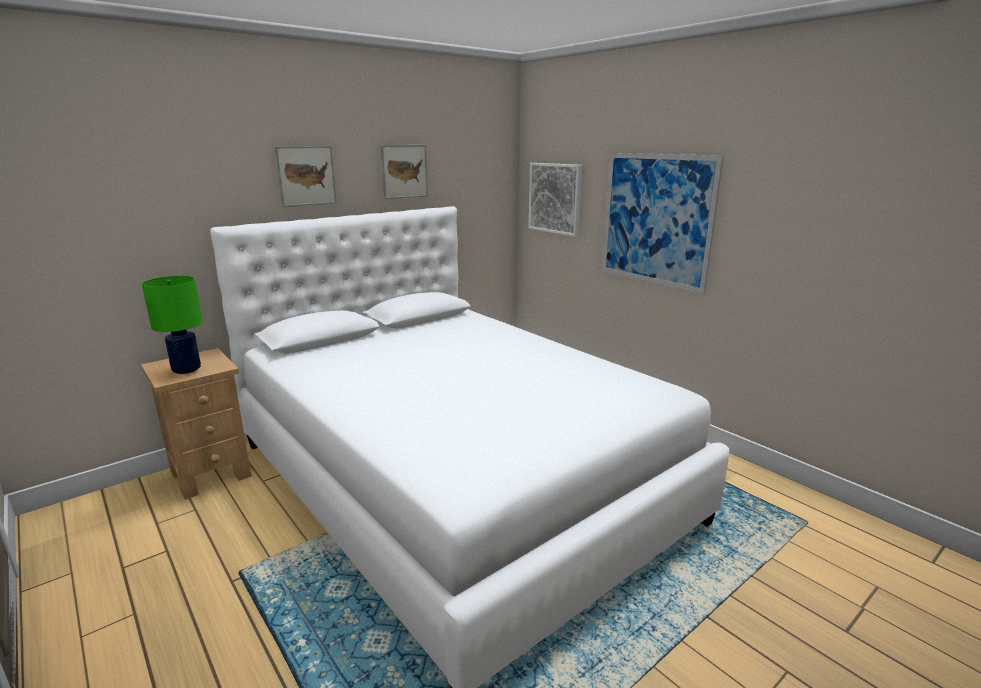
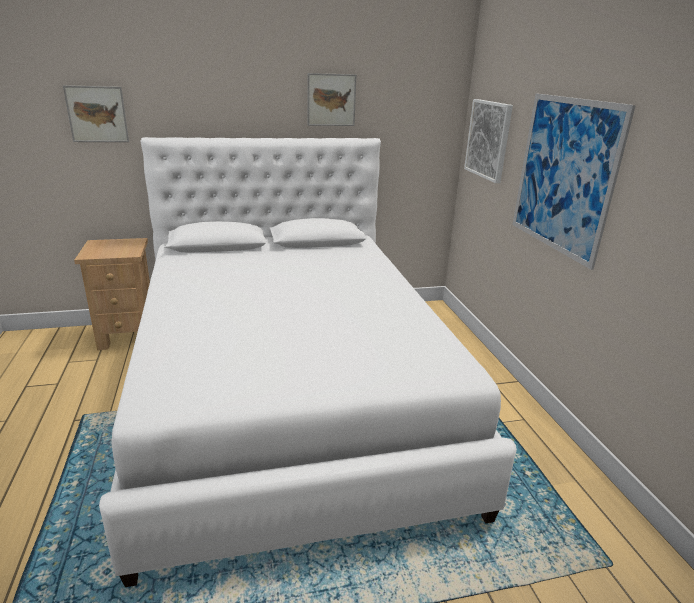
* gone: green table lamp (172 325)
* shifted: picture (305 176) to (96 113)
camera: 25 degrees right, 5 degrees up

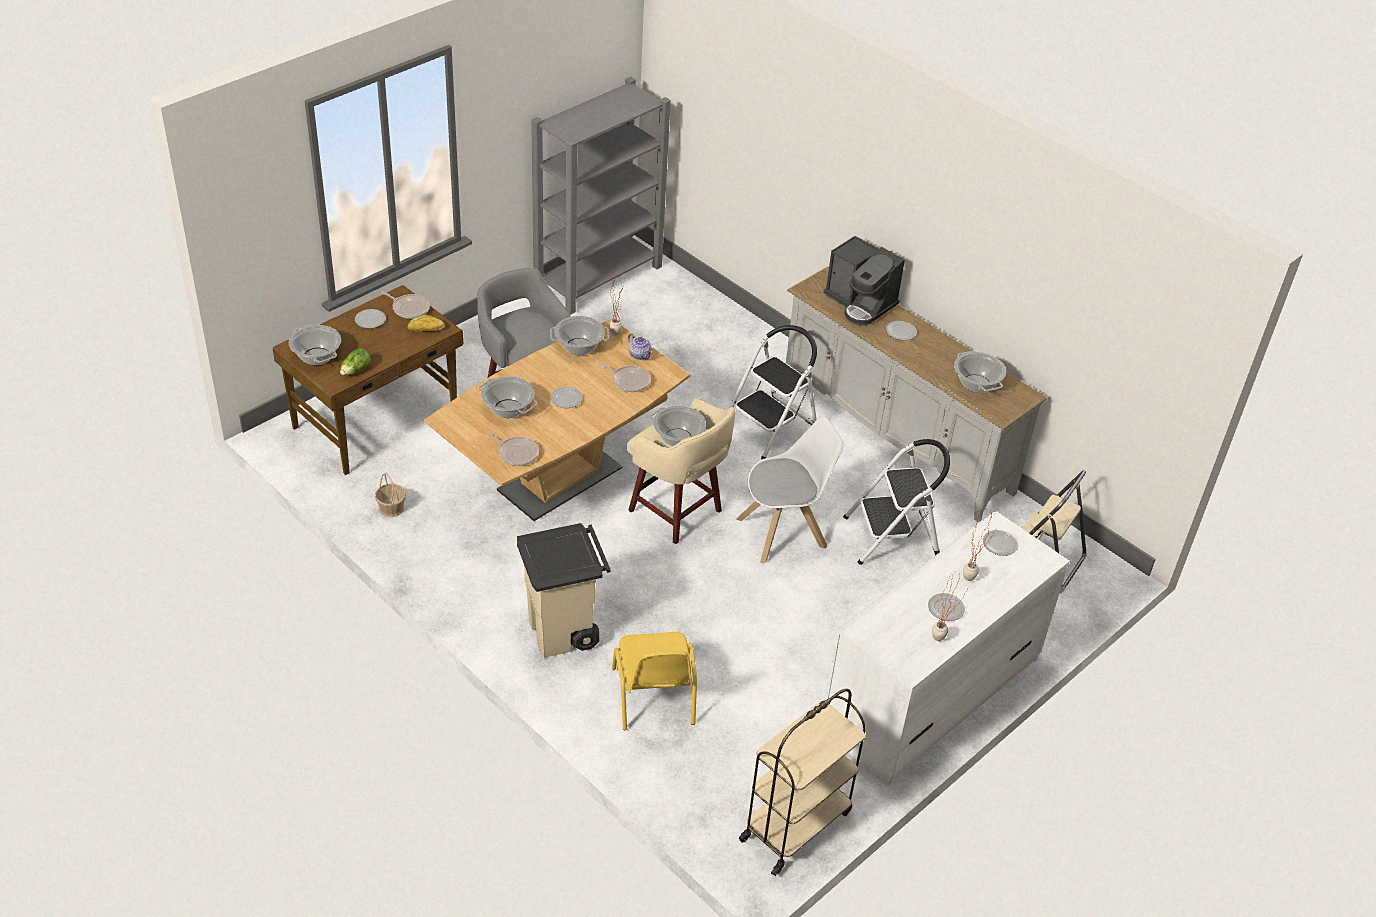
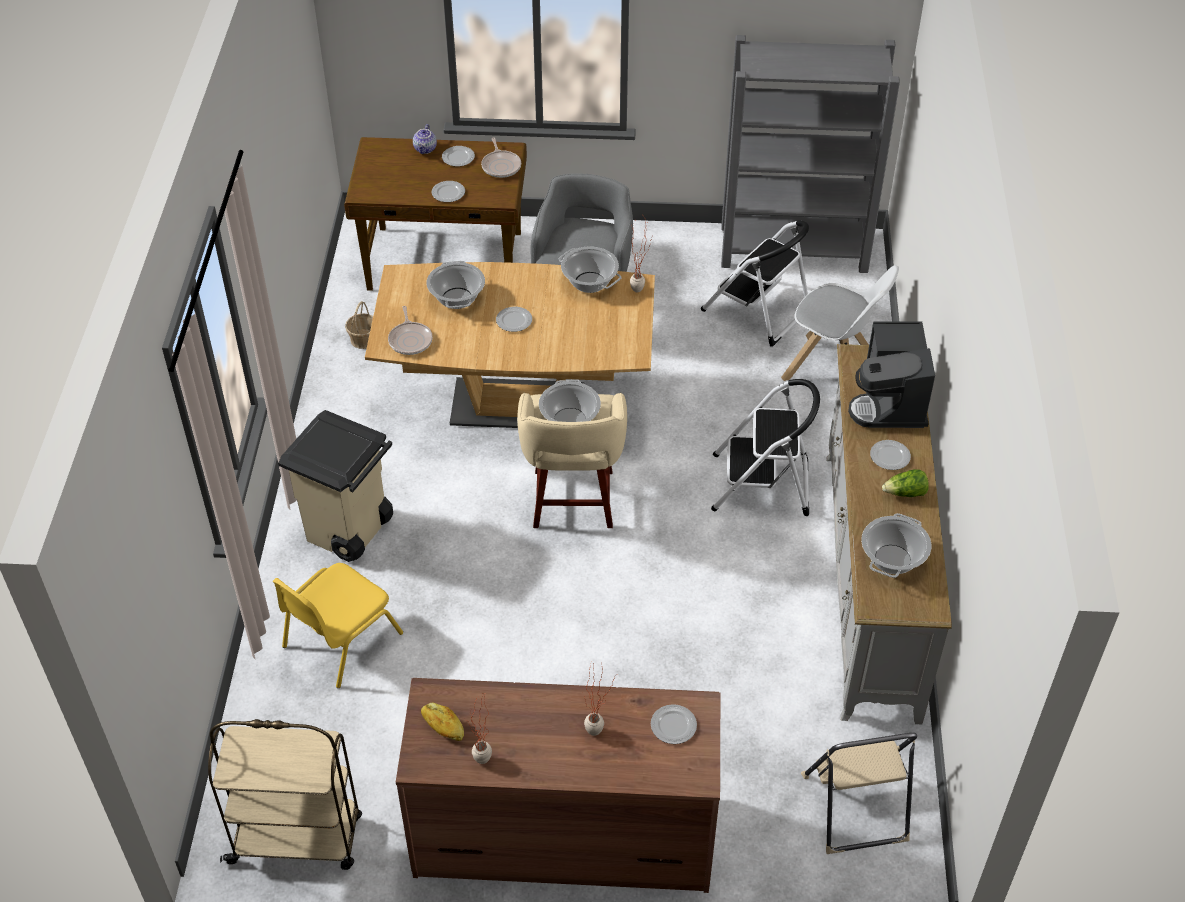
* gone: cooking pot (315 344)
* gone: frying pan (624 377)
* shifted: lettuce (355 361) to (905 483)
* shifted: bread (426 322) to (442 722)
* shifted: teapot (640 346) to (425 139)
* shifted: chair (790 490) to (840 323)
* shifted: step ladder (896 502) to (755 283)
* shifted: plate (946 607) to (448 191)
* repainted: white dresser (947 648) to brown dresser (558 785)
camera: 50 degrees right, 5 degrees up

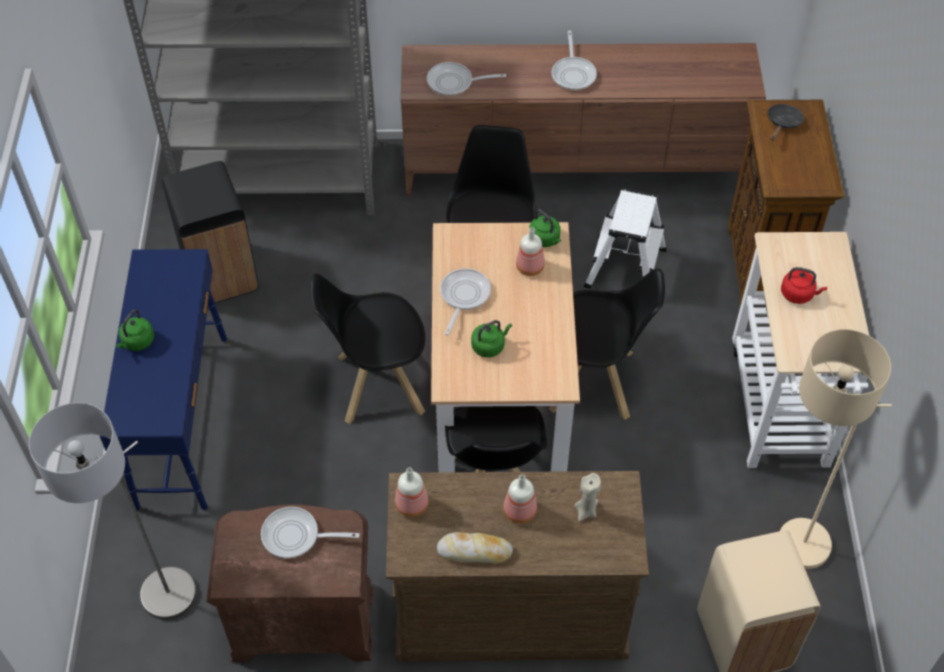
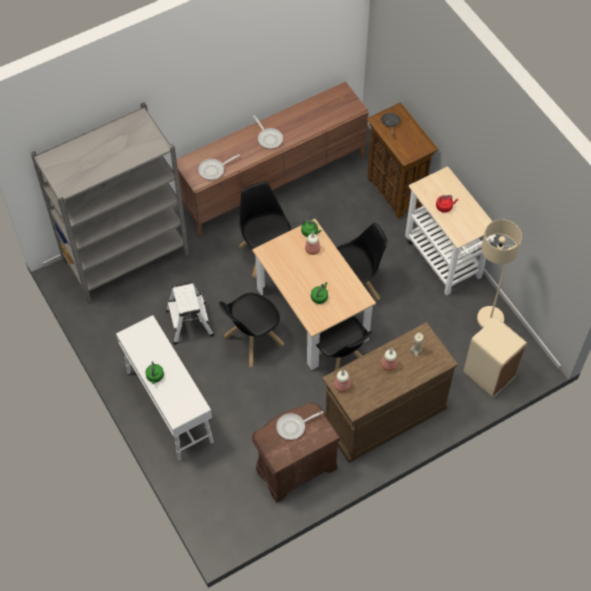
* gone: grey floor lamp (112 511)
* gone: black trash can (210 232)
* gone: bread (475 547)
* gone: frying pan (465 302)
* shifted: white step ladder (625 238) to (190 313)
* repainted: blue console table (163 379) to white console table (165 388)
camera: 30 degrees left, 5 degrees up

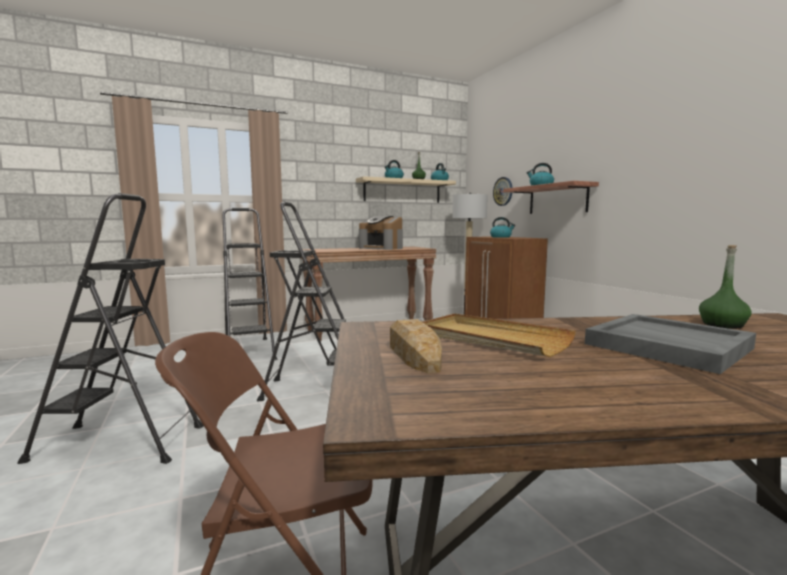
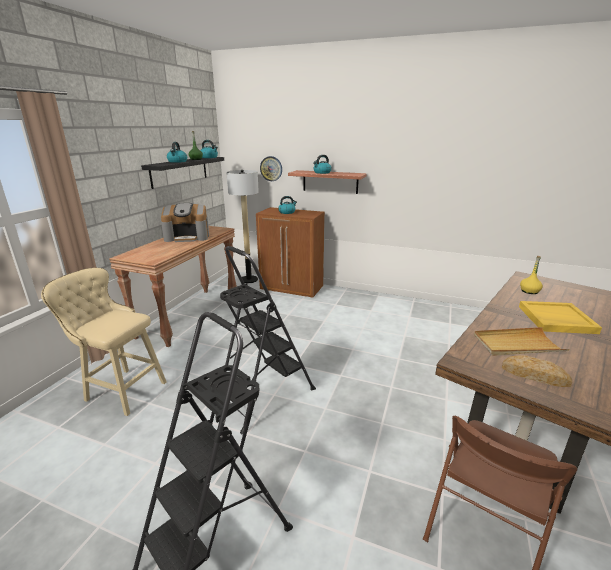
* swapped: step ladder (249 284) to beige stool (103 342)
* repainted: beige shelf (406 189) to black shelf (182 173)
* repainted: grey tray (670 344) to yellow tray (560 317)
* repainted: green bottle (725 287) to yellow bottle (531 275)
camera: 45 degrees left, 15 degrees up

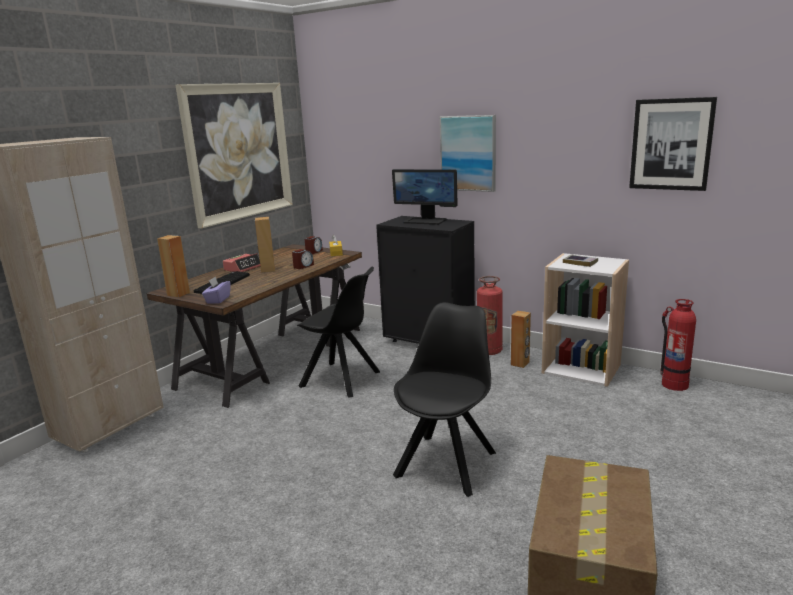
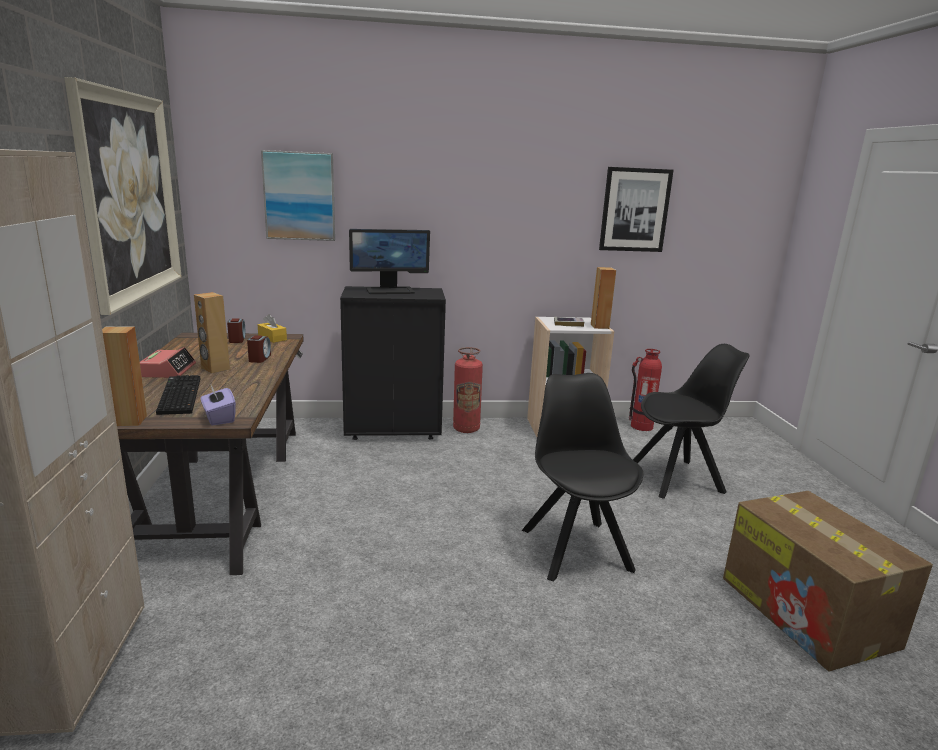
* shifted: black chair (338 332) to (691 421)
* shifted: picture (468 153) to (298 195)
* shifted: brown speaker (521 339) to (603 298)
camera: 40 degrees left, 0 degrees up

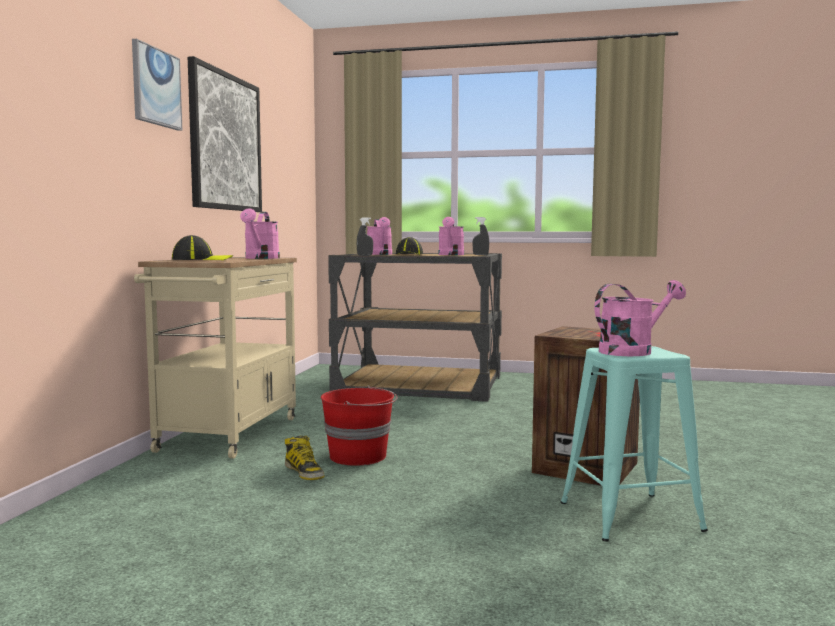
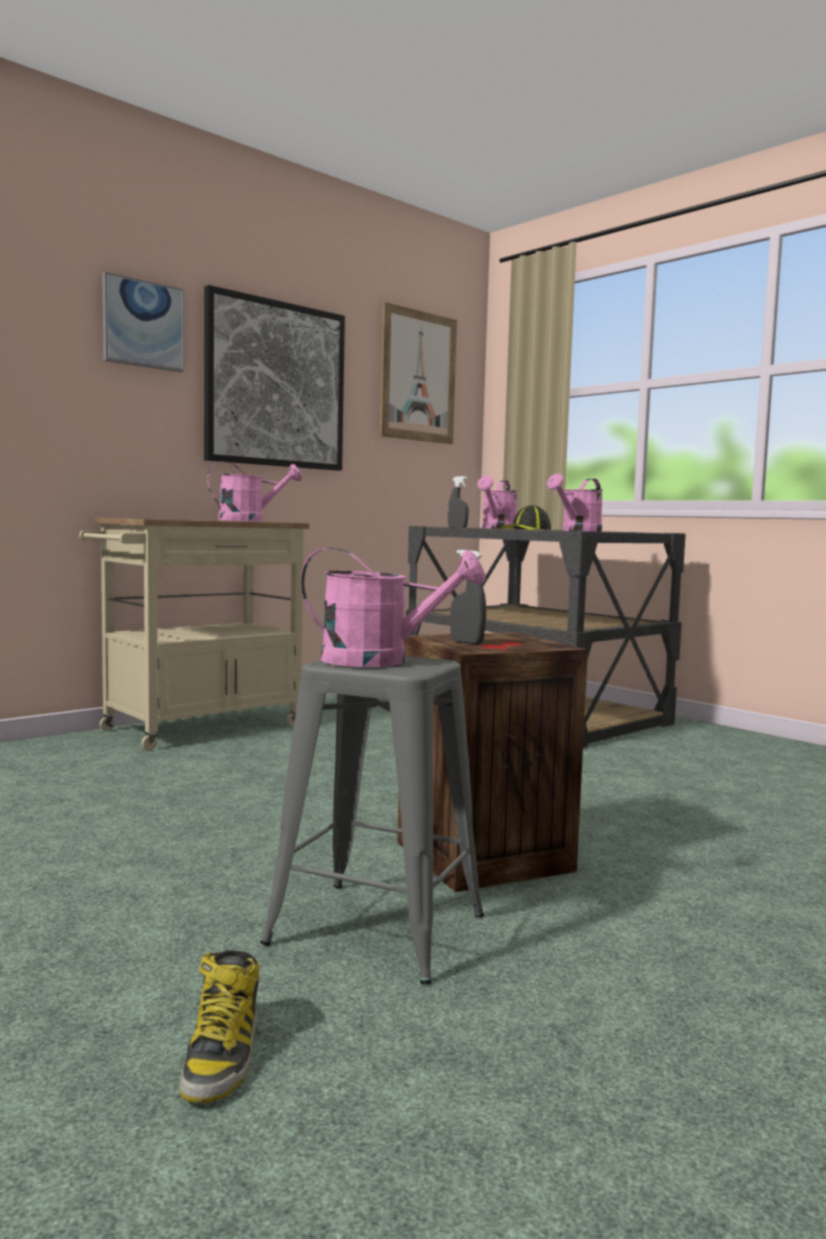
* gone: cap (203 247)
* gone: red bucket (359 426)
* new: picture (418 373)
* shifted: boot (305 457) to (219 1026)
* shifted: grey spray bottle (481 236) to (468 597)
* repainted: turquoise stool (634 443) to grey stool (372 820)
* rotated: pink watering can (260 233) = (254 491) 150 degrees counterclockwise
camera: 35 degrees right, 0 degrees up

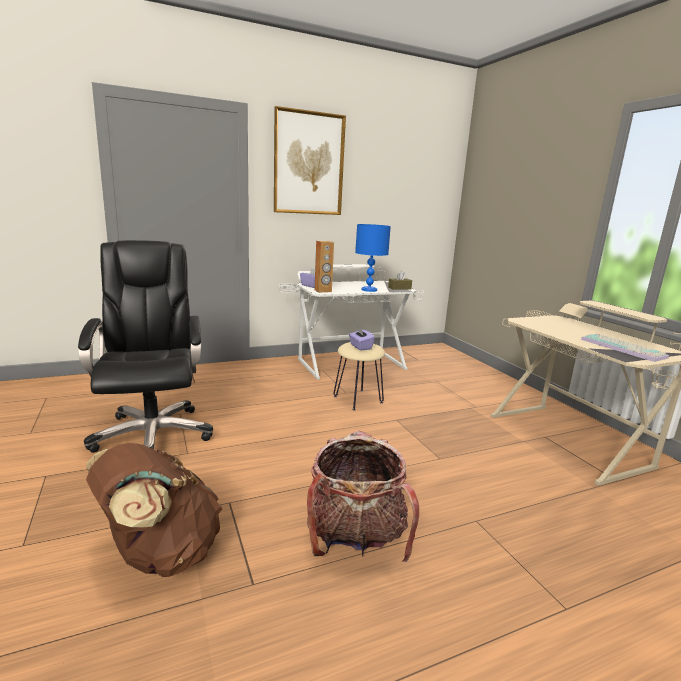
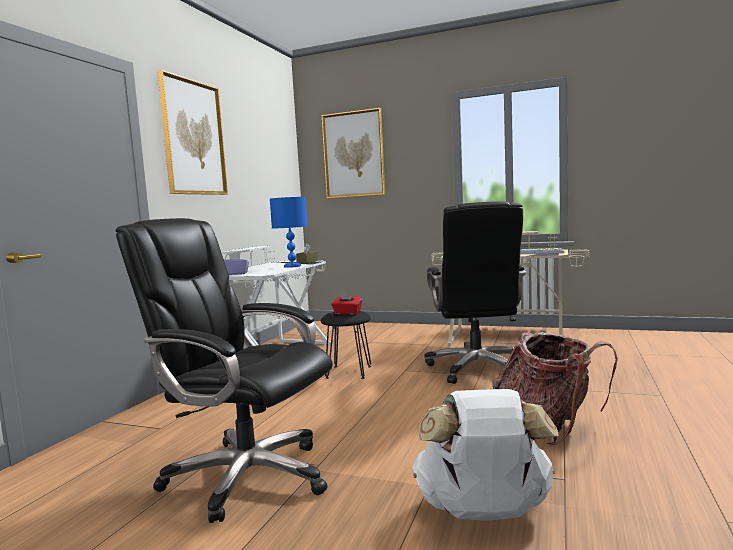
* gone: brown speaker (324 267)
* new: picture (353 153)
* new: black office chair (475 292)
* repainted: brown backpack (154 510) to white backpack (485 455)
* repainted: beige stool (359 376) to black stool (346 345)
* repainted: purple tissue box (362 338) to red tissue box (346 304)
camera: 45 degrees left, 10 degrees down

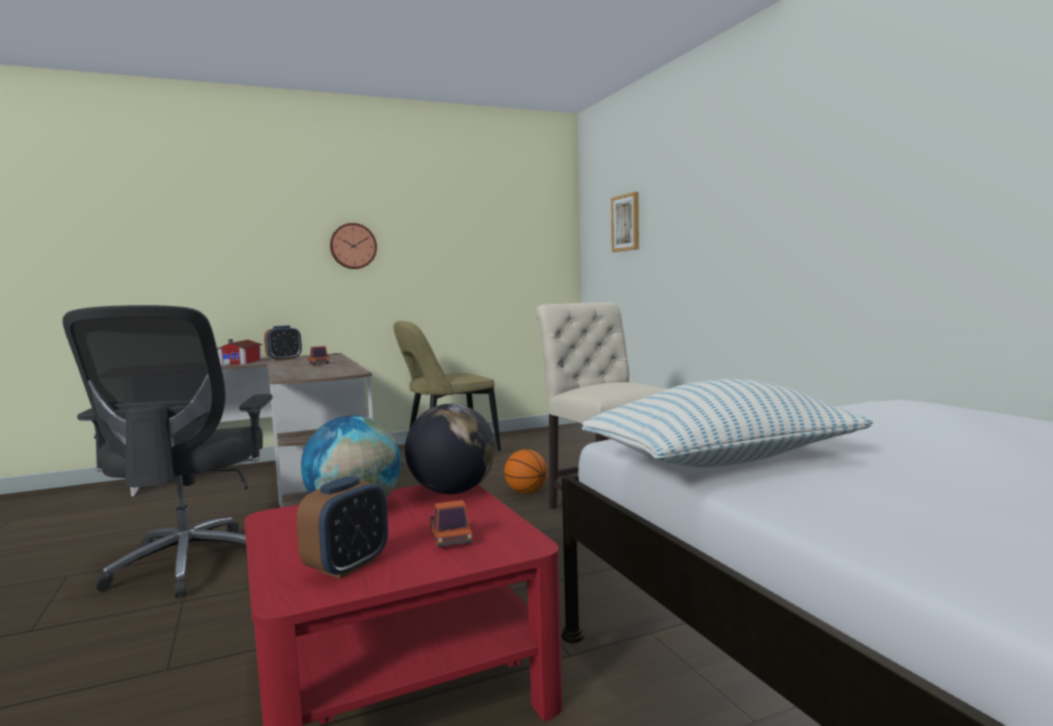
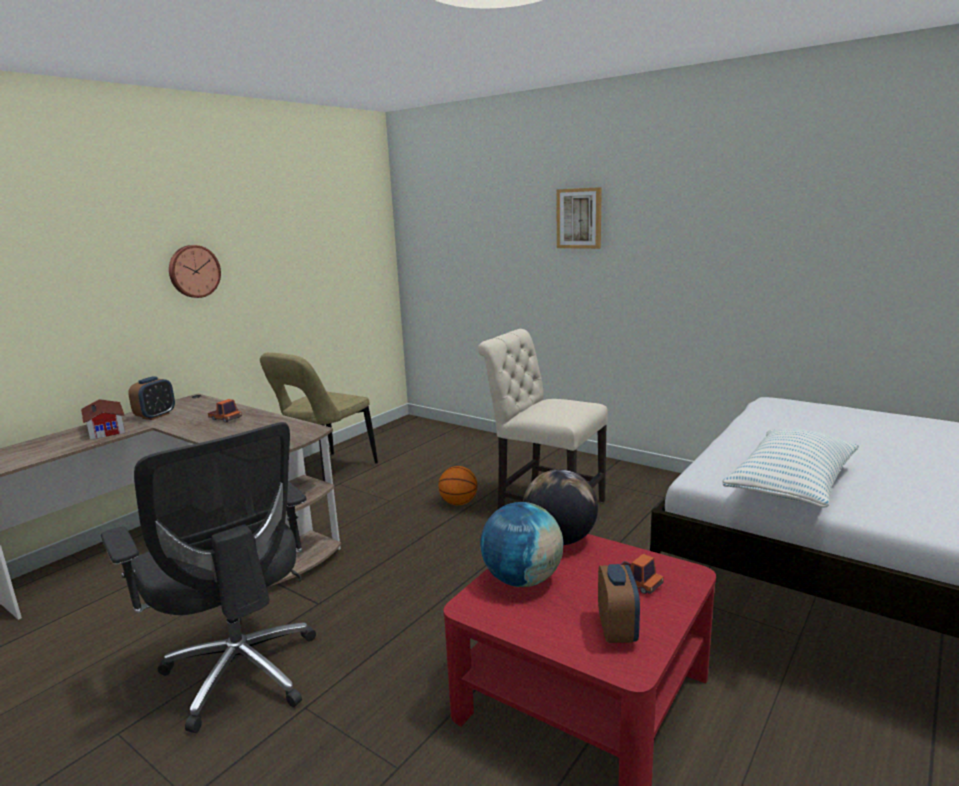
* shifted: picture (625 222) to (579 218)
camera: 30 degrees left, 10 degrees up

